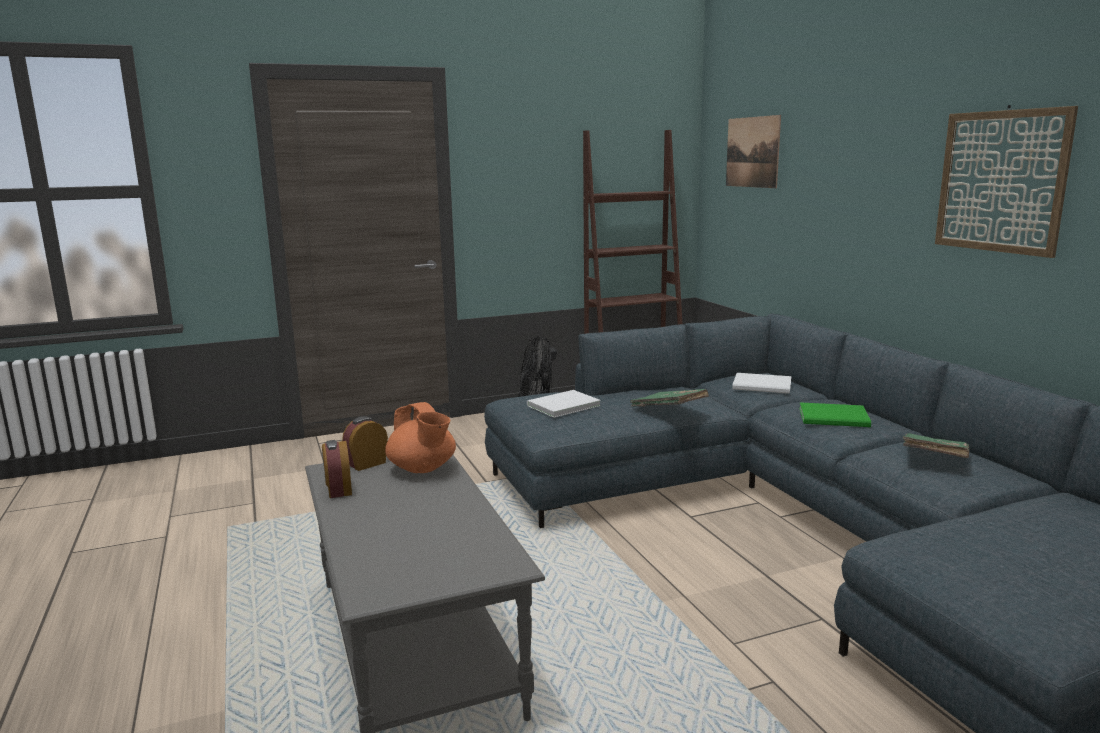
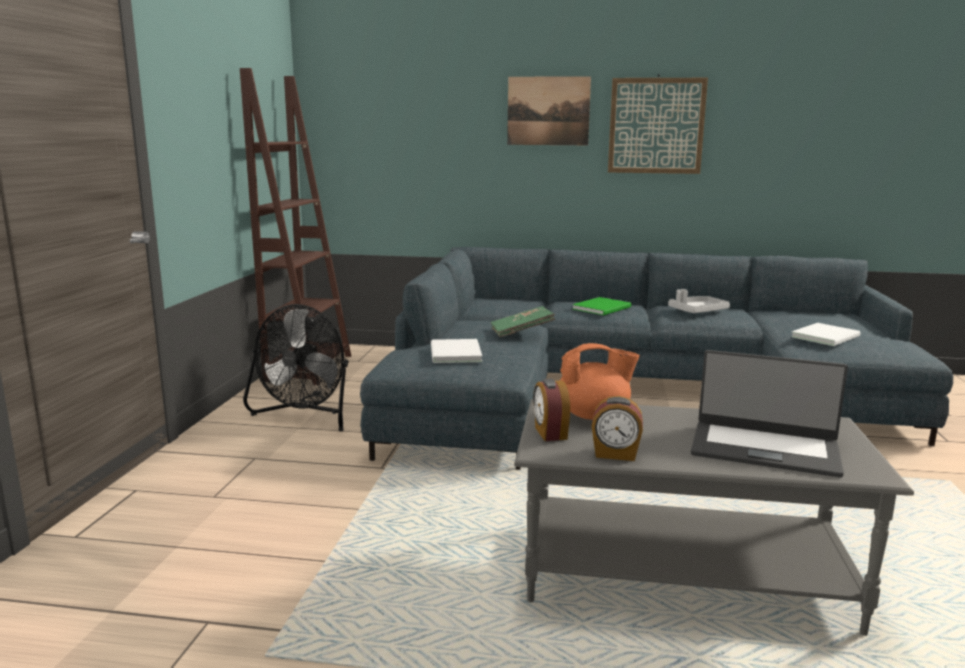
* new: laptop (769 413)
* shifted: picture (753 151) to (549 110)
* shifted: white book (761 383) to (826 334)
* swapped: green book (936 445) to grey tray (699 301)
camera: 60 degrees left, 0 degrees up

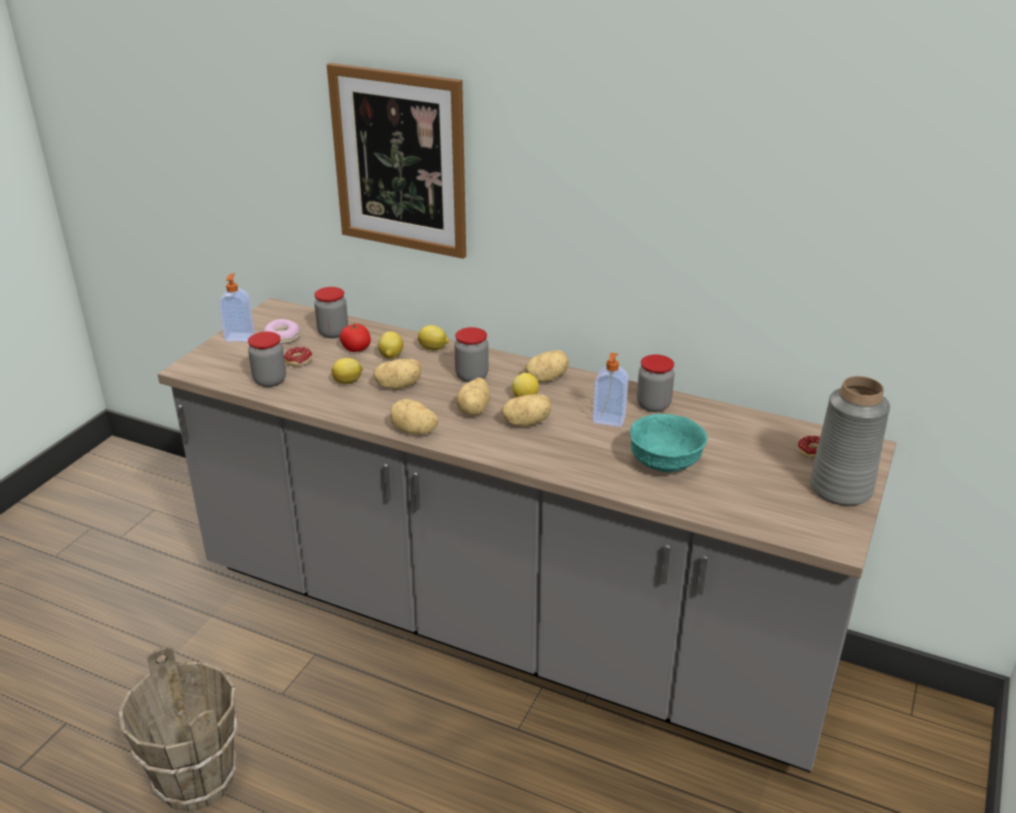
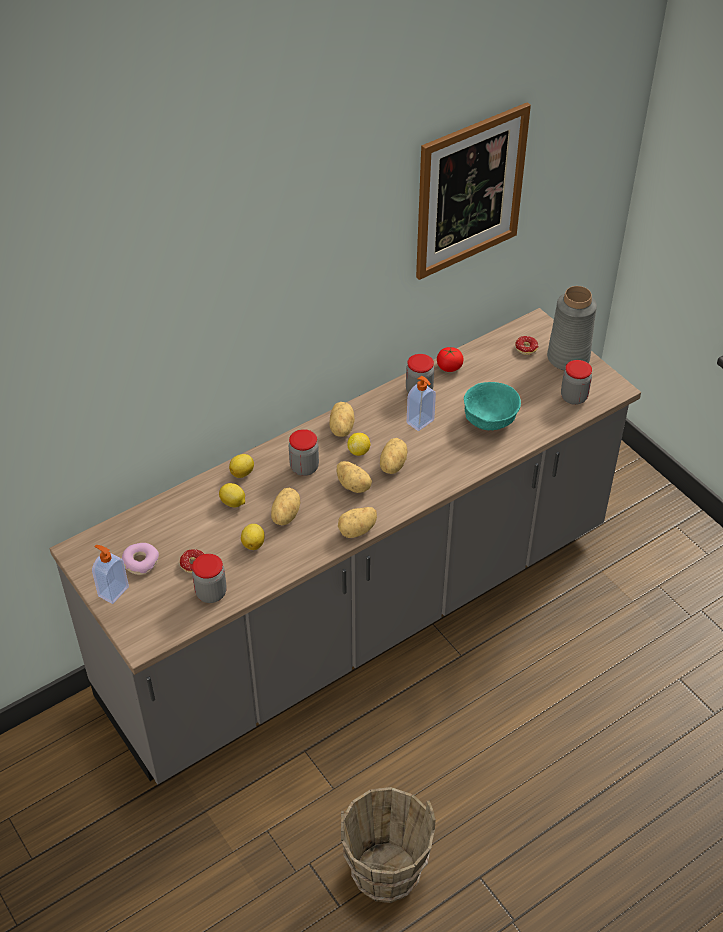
* shifted: jar (331 312) to (576 382)
* shifted: picture (396 161) to (473 191)
* shifted: tomato (355 337) to (450 359)
camera: 60 degrees left, 15 degrees up

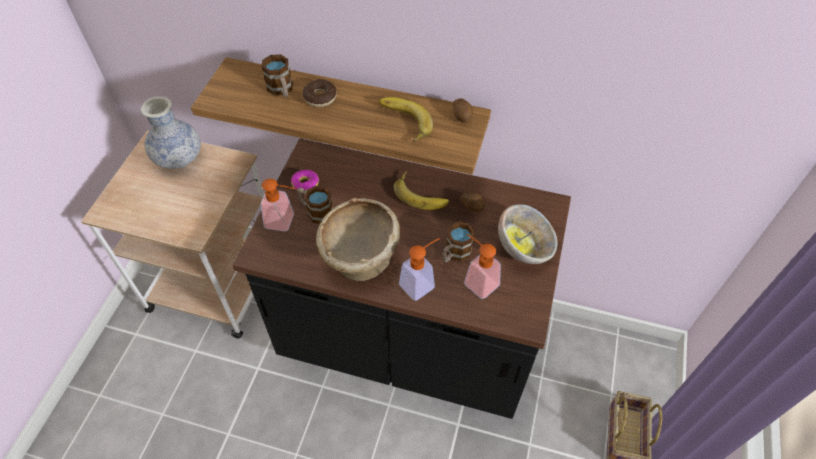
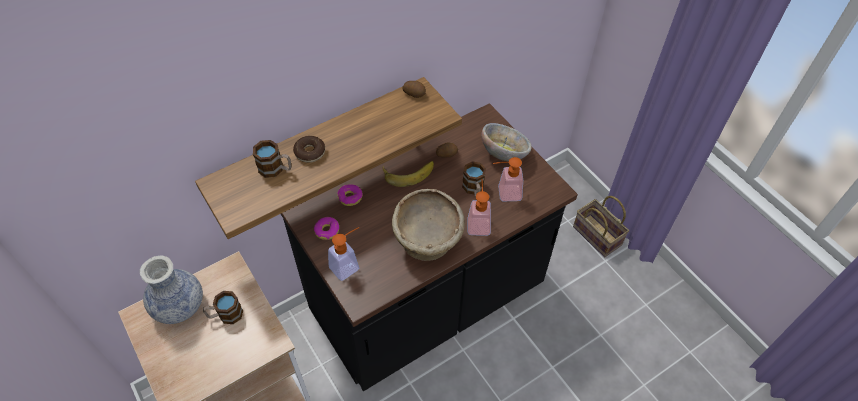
* gone: banana (406 119)
* new: donut (350 195)
* shifted: mug (315 205) to (223 307)
camera: 50 degrees left, 0 degrees up

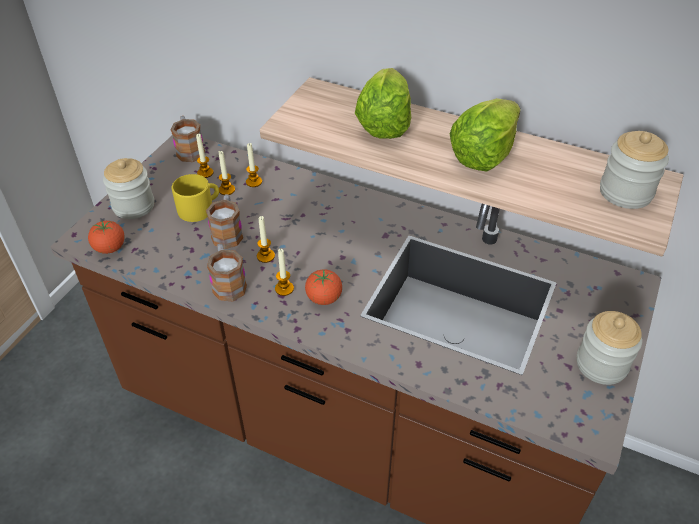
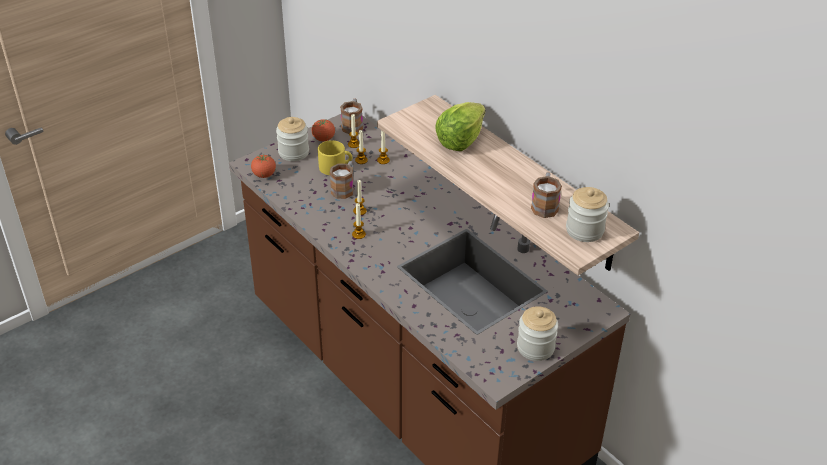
* gone: lettuce (485 135)
* shifted: mug (227 272) to (546 195)
* shifted: tomato (323 287) to (323 130)
camera: 25 degrees right, 5 degrees down

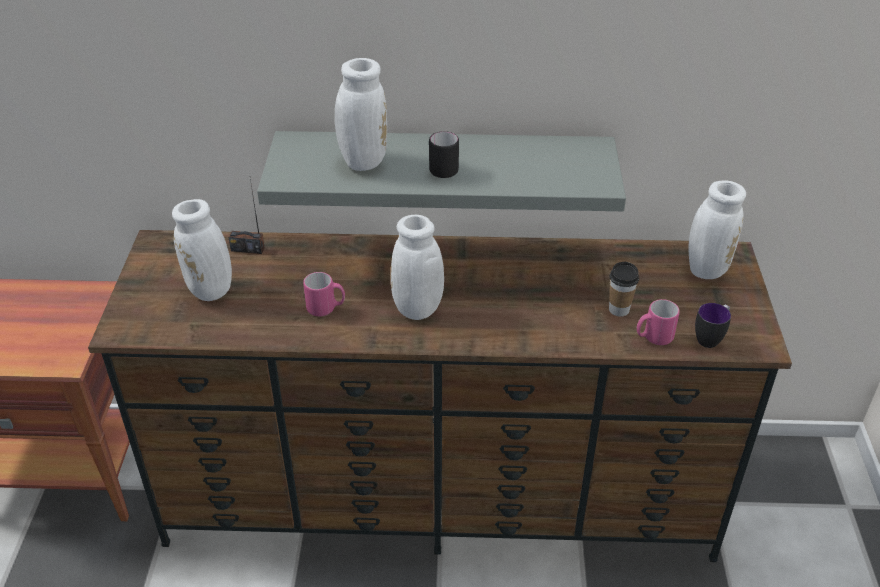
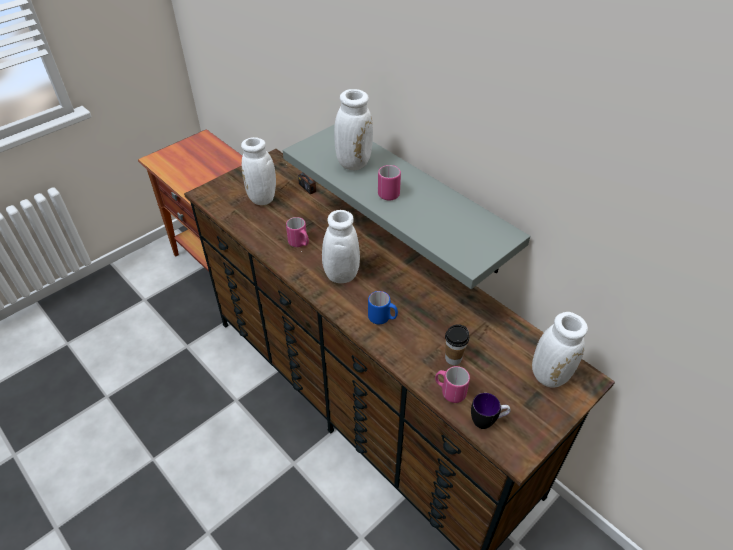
* new: blue mug (383 307)
* repainted: black mug (444 154) to pink mug (389 183)
camera: 45 degrees right, 5 degrees up

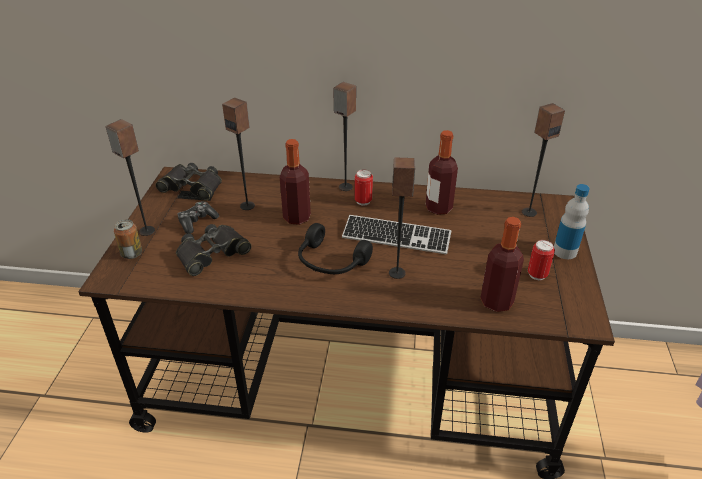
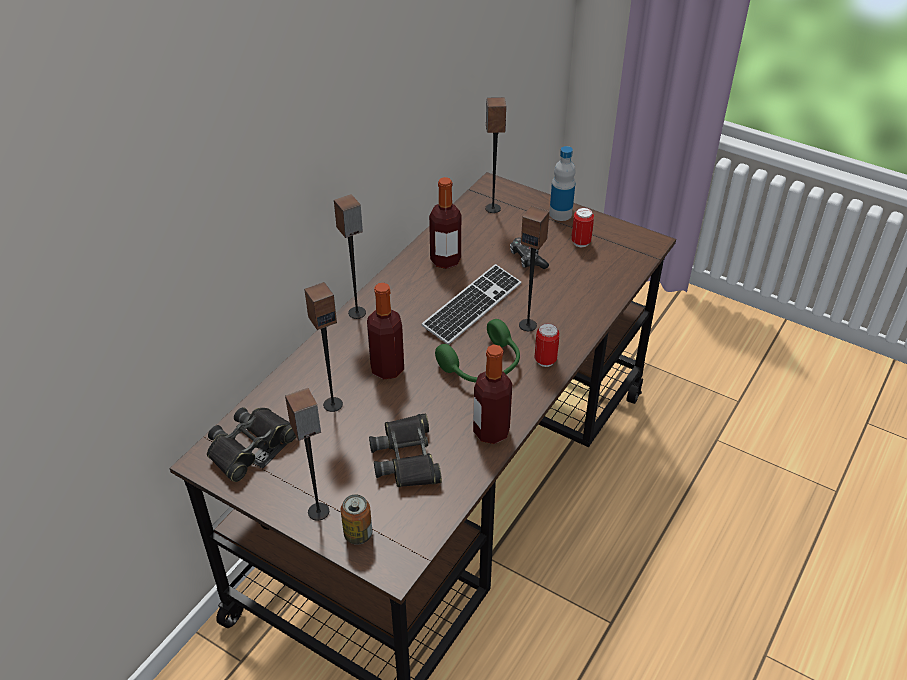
* shifted: game controller (198 217) to (529 253)
* shifted: can (364 187) to (547 345)
* shifted: bottle (502 264) to (493 394)
* repainted: black headphones (335 248) to green headphones (477 350)
camera: 65 degrees left, 5 degrees up

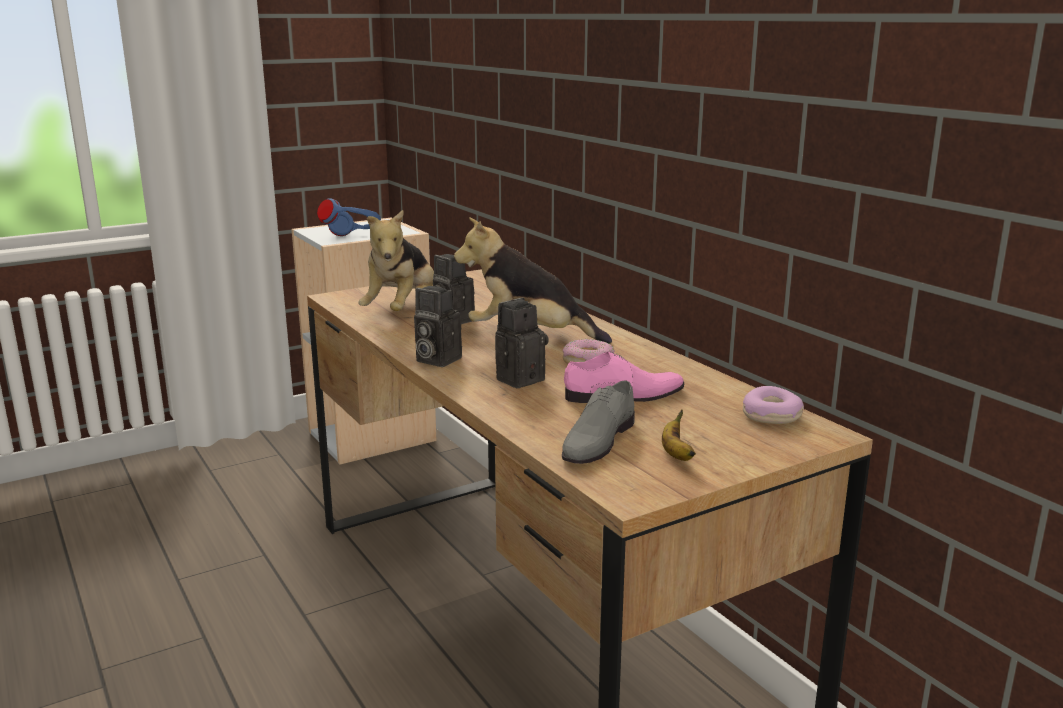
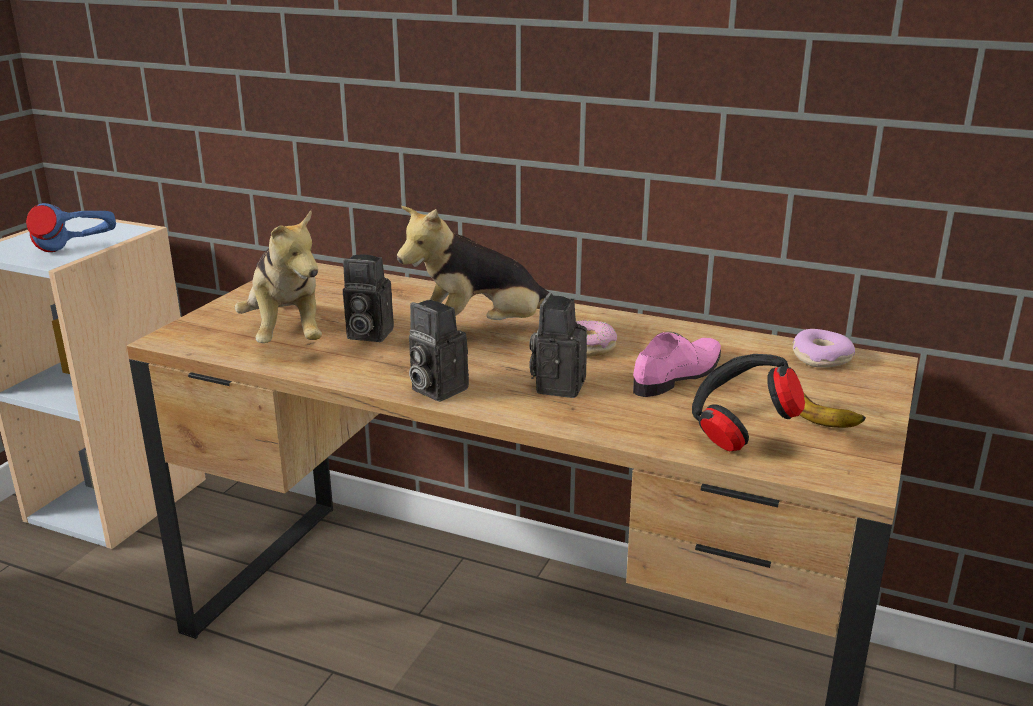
* swapped: grey shoe (598 422) to black headphones (748 402)
* rotated: photo camera (438 326) = (439 351) 45 degrees clockwise
camera: 35 degrees left, 5 degrees up

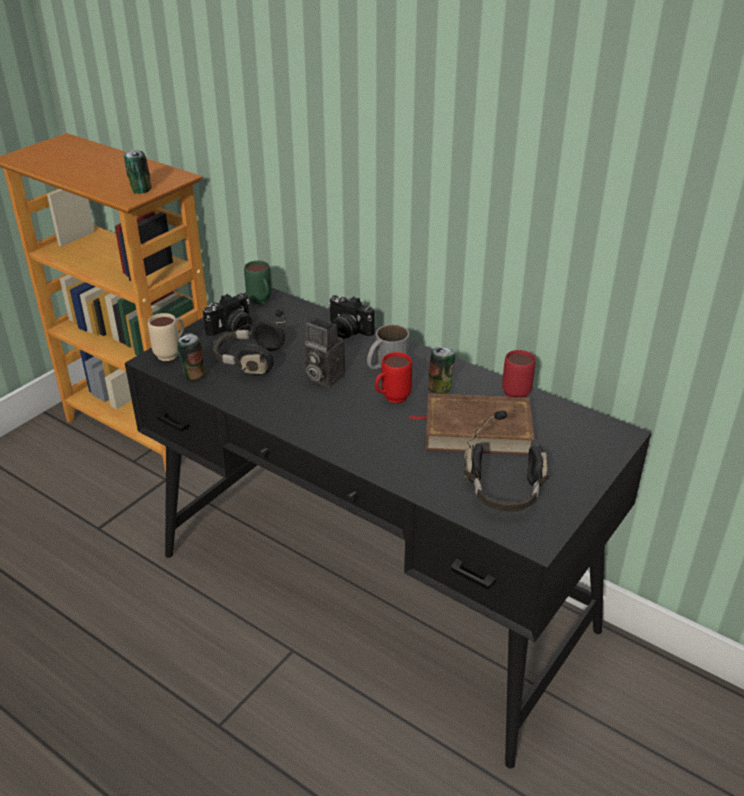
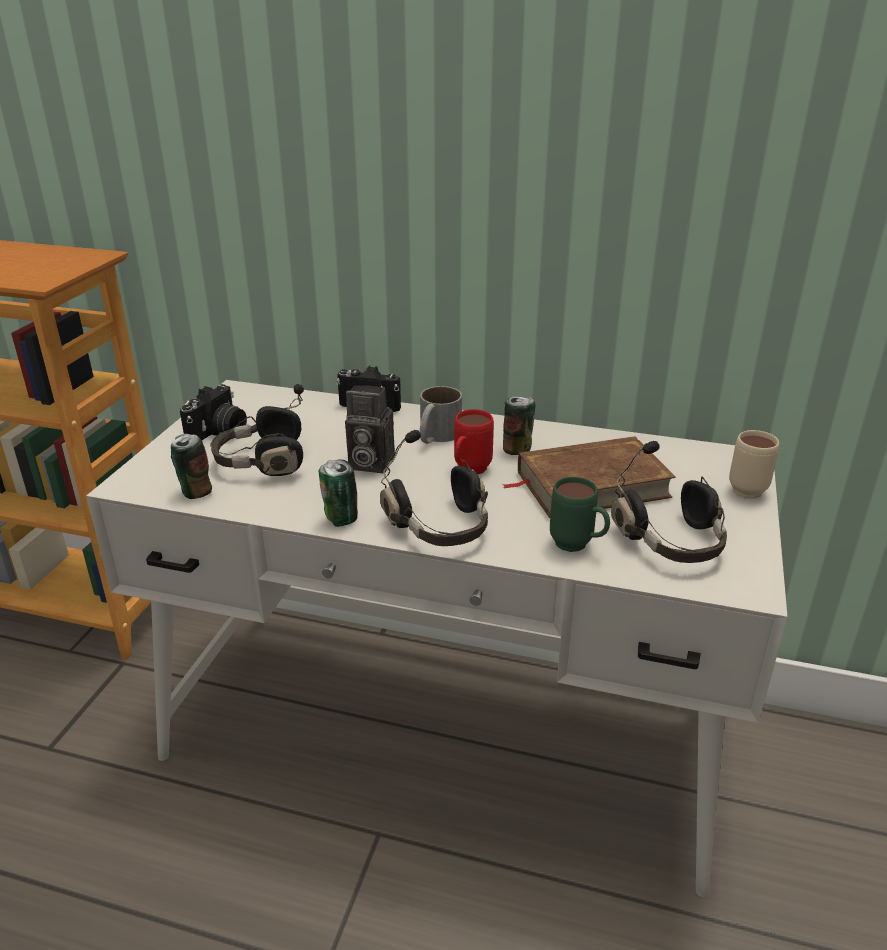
* gone: red mug (519 374)
* new: black headphones (434 488)
* shifted: can (137 172) to (338 493)
* shifted: beige mug (166 337) to (754 464)
* shifted: green mug (258 283) to (580 514)
* repainted: black desk (388 528) to white desk (436 638)
camera: 20 degrees left, 5 degrees down

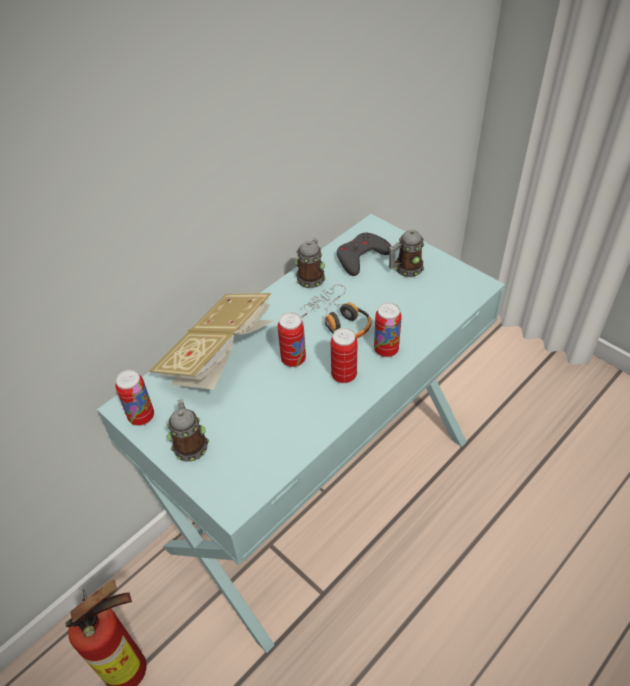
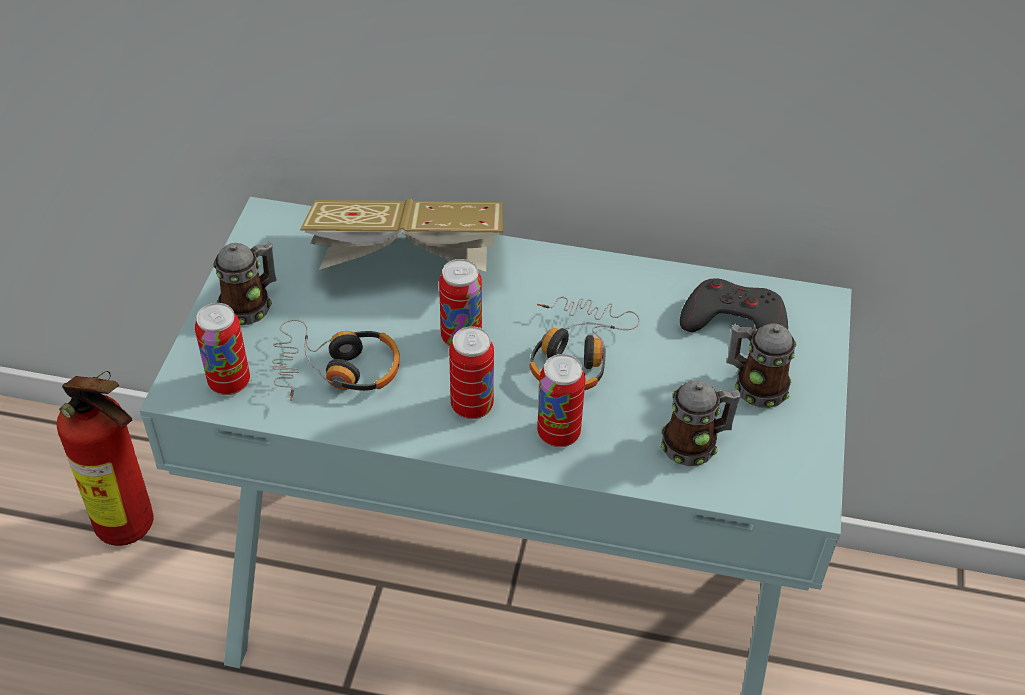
* new: headphones (336 360)
* shifted: can (134 398) to (222 349)
* shifted: mug (310 263) to (701 423)
camera: 55 degrees right, 0 degrees up

